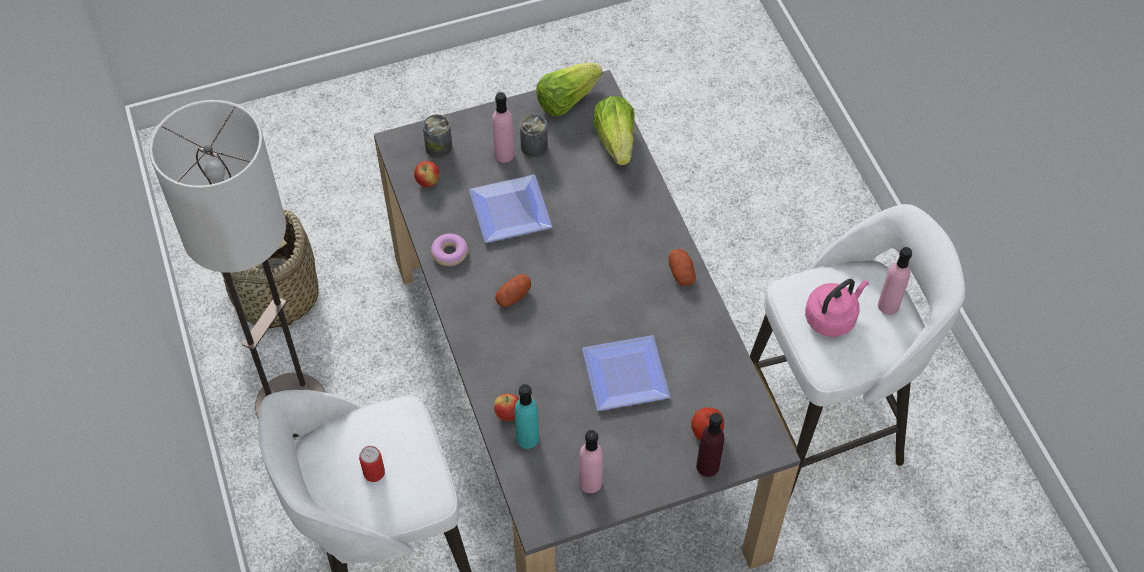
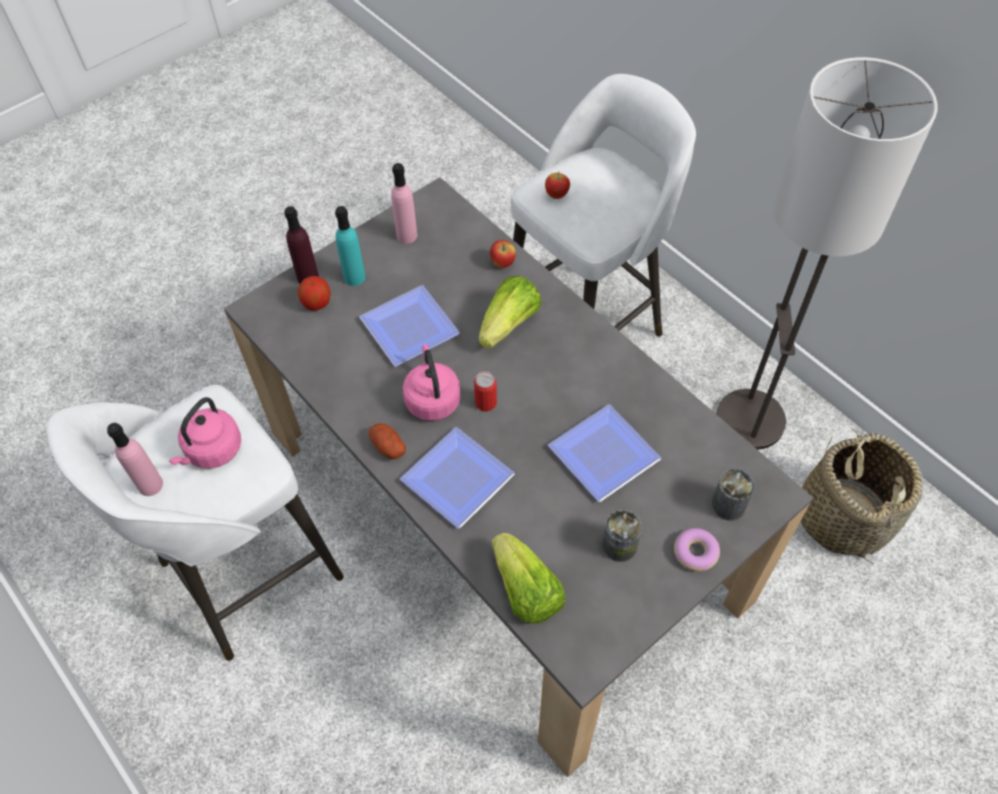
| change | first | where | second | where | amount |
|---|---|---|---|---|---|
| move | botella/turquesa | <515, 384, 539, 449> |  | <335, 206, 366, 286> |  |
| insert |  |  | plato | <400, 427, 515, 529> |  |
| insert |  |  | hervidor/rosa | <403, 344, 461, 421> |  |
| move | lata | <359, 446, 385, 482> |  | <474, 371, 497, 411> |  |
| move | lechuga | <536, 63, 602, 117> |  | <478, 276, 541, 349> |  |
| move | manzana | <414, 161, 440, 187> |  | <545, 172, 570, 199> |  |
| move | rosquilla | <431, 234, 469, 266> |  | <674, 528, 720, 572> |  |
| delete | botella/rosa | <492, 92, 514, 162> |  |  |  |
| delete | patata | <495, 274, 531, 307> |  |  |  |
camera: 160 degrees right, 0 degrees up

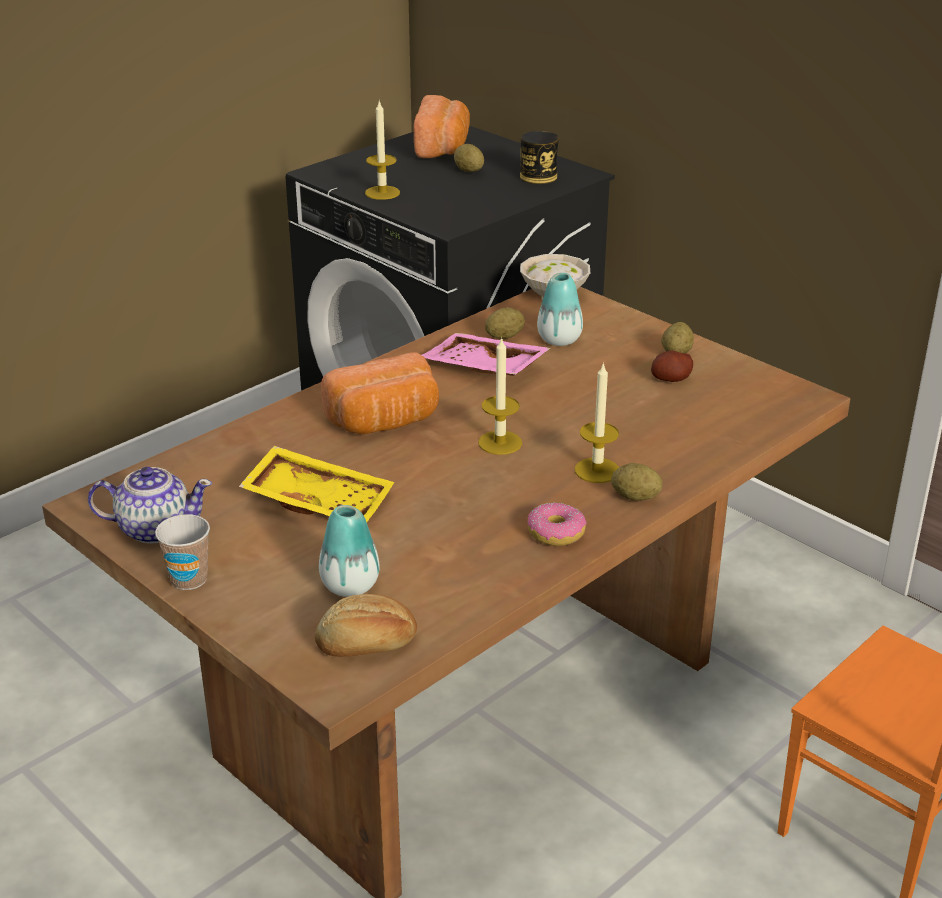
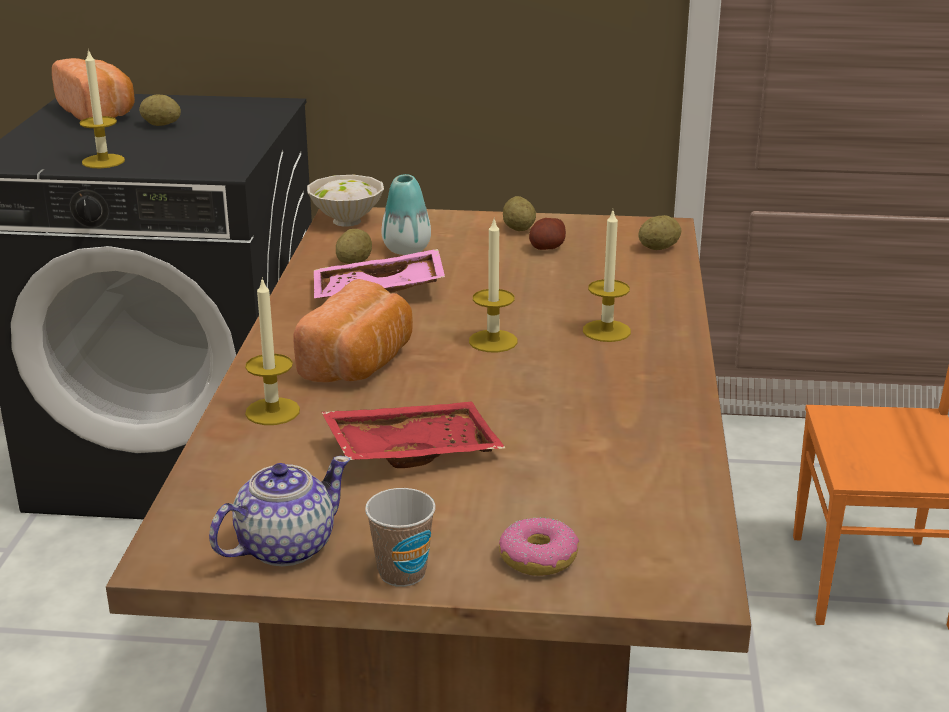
| change | first | where | second | where | amount |
|---|---|---|---|---|---|
| insert |  |  | vela | <245, 277, 300, 425> |  |
| recolor | bandeja/amarillo | <239, 446, 395, 522> | bandeja/rojo | <322, 402, 505, 468> |  |
| move | rosquilla | <528, 502, 587, 546> |  | <499, 518, 579, 576> |  |
| move | patata | <611, 463, 663, 501> |  | <638, 215, 681, 250> |  |
| delete | pan | <315, 594, 417, 657> |  |  |  |
| delete | florero | <319, 505, 380, 597> |  |  |  |
| delete | lata | <520, 131, 559, 184> |  |  |  |
camera: 40 degrees left, 5 degrees down

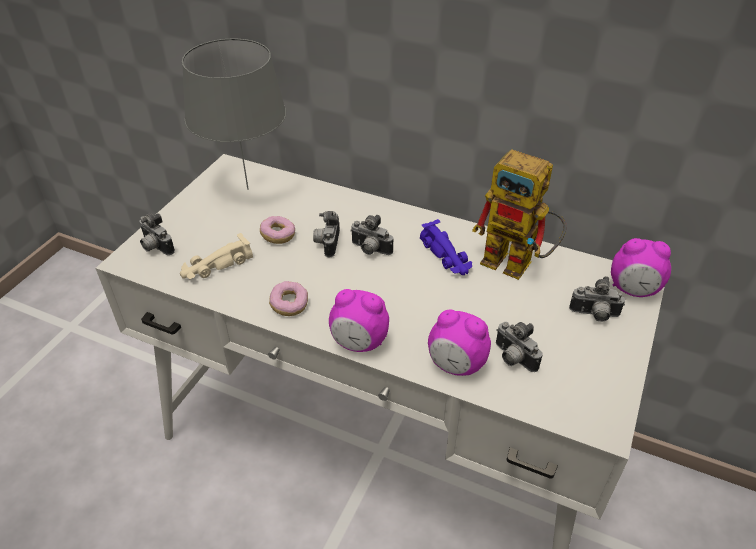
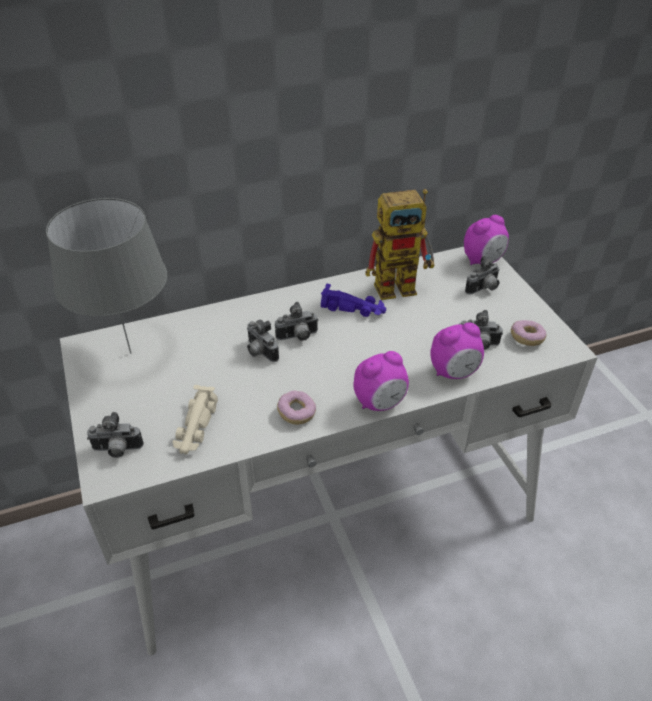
| change | first | where | second | where | amount |
|---|---|---|---|---|---|
| move | rosquilla | <260, 216, 295, 244> |  | <511, 320, 547, 346> |  |
camera: 45 degrees left, 0 degrees up

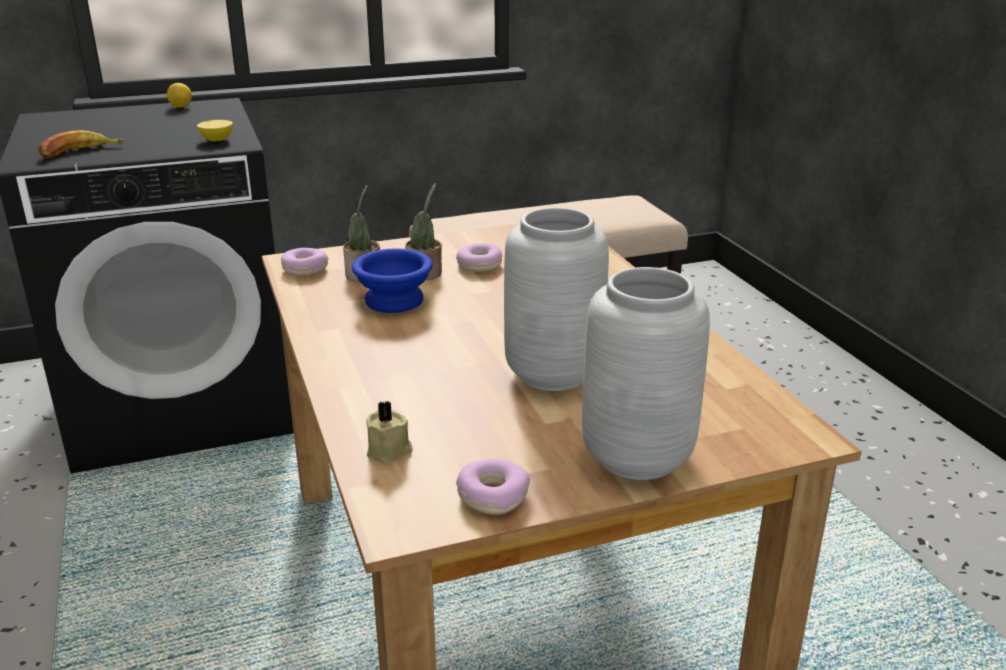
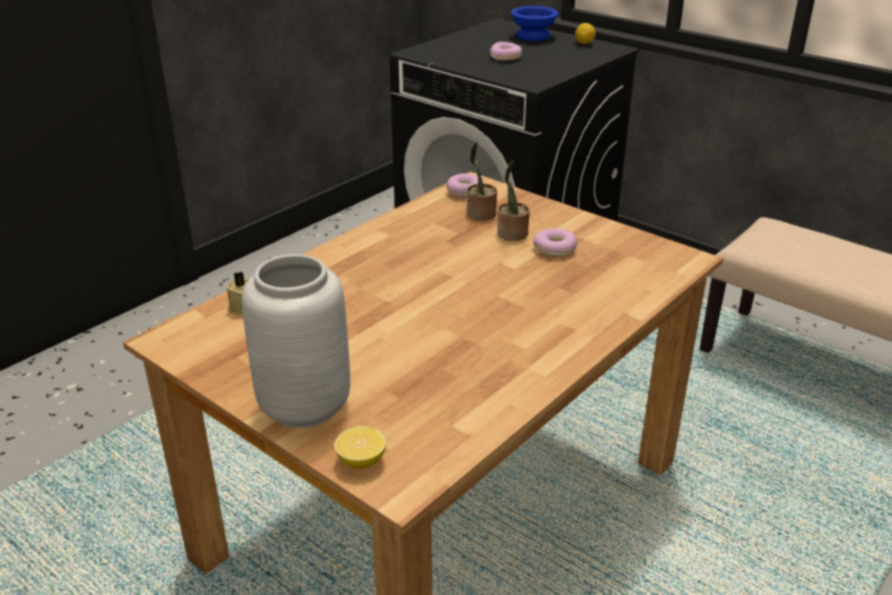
| change | first | where | second | where | amount |
|---|---|---|---|---|---|
| move | limón | <197, 120, 233, 141> |  | <334, 426, 386, 469> |  |
| move | rosquilla | <456, 459, 530, 515> |  | <490, 42, 522, 61> |  |
| move | cuenco/azul | <352, 248, 433, 313> |  | <511, 6, 558, 41> |  |
| delete | plátano | <37, 130, 125, 159> |  |  |  |
| delete | florero/gris | <504, 207, 609, 391> |  |  |  |
camera: 60 degrees right, 5 degrees up

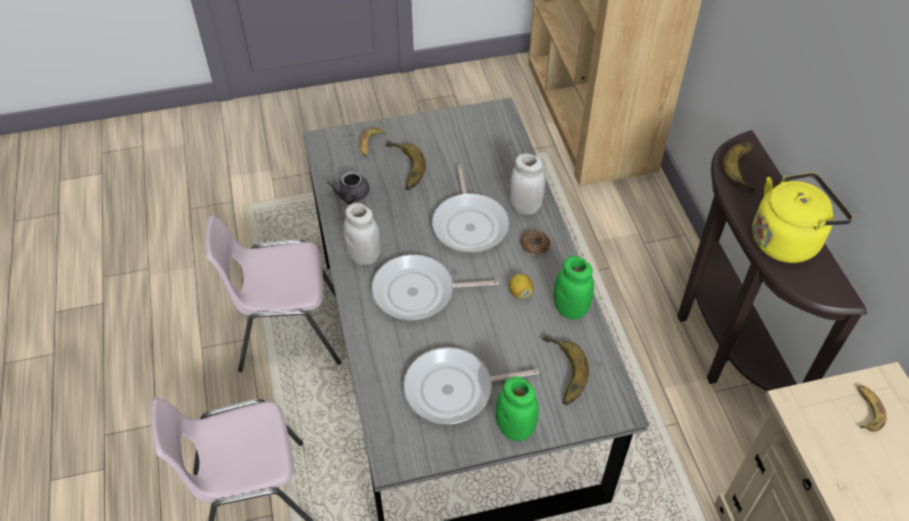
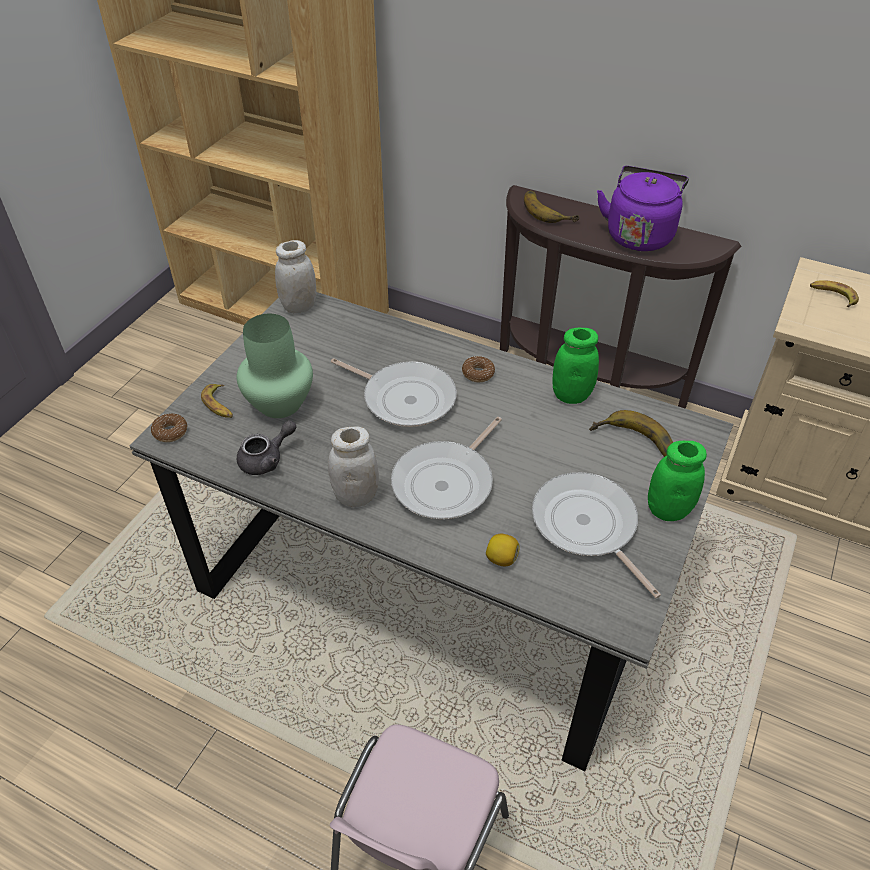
| change | first | where | second | where | amount |
|---|---|---|---|---|---|
| insert |  |  | rosquilla | <151, 413, 188, 442> |  |
| replace | plátano | <385, 141, 426, 190> | florero/verde | <237, 314, 313, 418> |  |
| rotate | tetera/gris | <327, 171, 369, 204> |  | <237, 420, 296, 475> | 75 degrees counterclockwise |
| move | tarro/blanco | <509, 153, 546, 215> |  | <275, 240, 317, 313> |  |
| move | limón | <509, 274, 534, 299> |  | <486, 534, 520, 566> |  |
| rotate | sartén | <403, 347, 539, 424> |  | <532, 472, 661, 599> | 120 degrees clockwise |
| recolor | hervidor/amarillo | <752, 172, 853, 263> | hervidor/morado | <597, 166, 689, 251> |  |
| delete | silla/rosa | <206, 215, 342, 372> |  |  |  |
camera: 50 degrees left, 5 degrees down

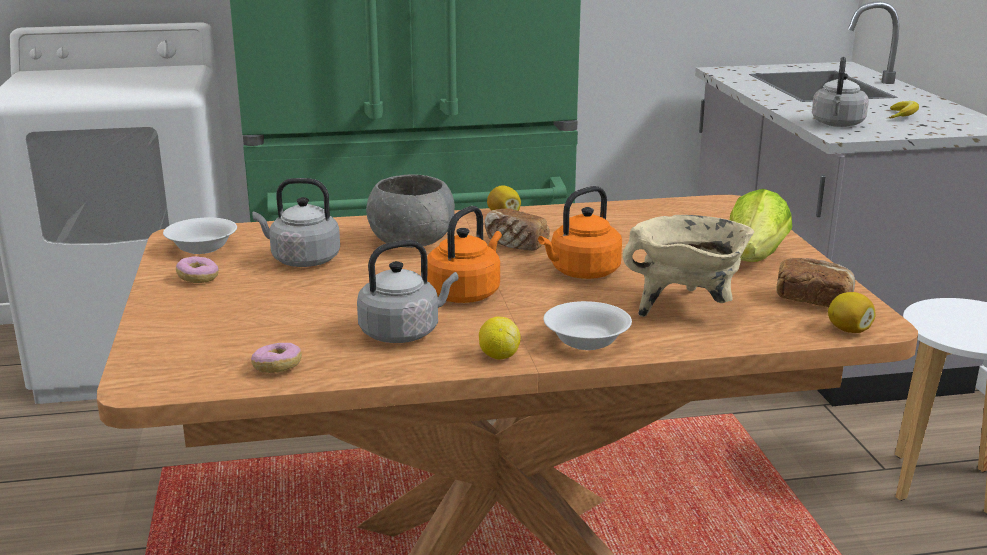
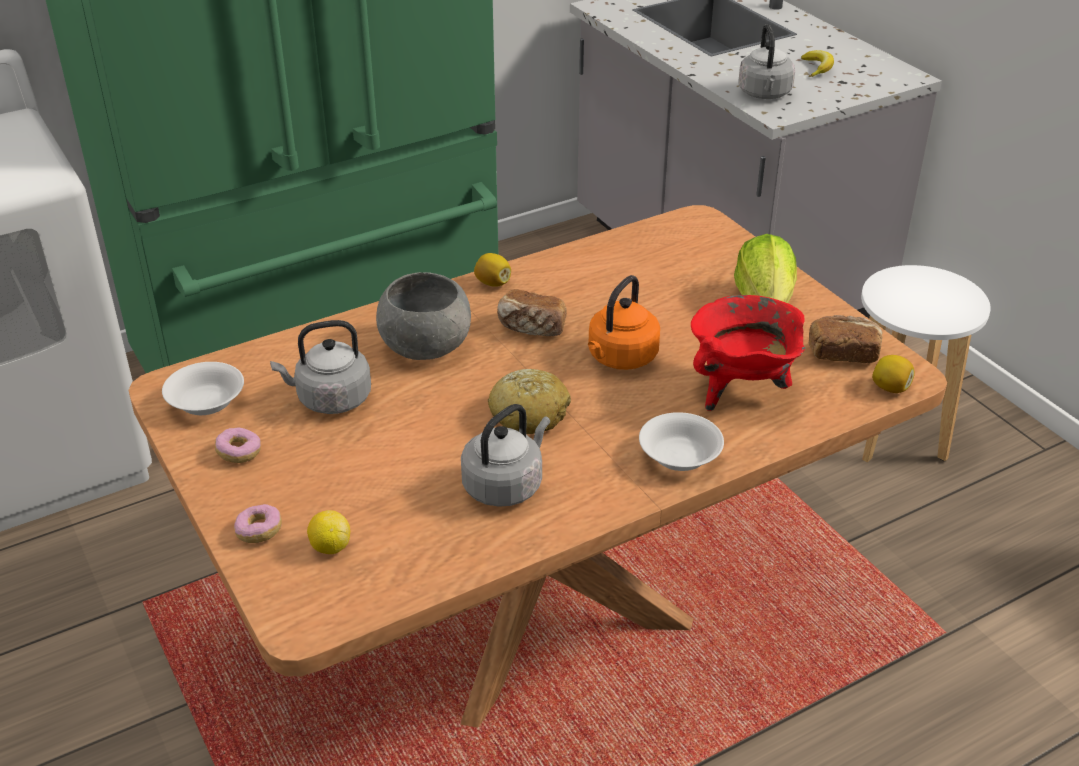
| change | first | where | second | where | amount |
|---|---|---|---|---|---|
| move | rosquilla | <251, 343, 302, 373> |  | <234, 504, 282, 543> |  |
| move | limón | <479, 317, 521, 359> |  | <307, 510, 350, 554> |  |
| replace | hervidor/naranja | <427, 206, 502, 303> | pan | <488, 369, 571, 434> |  |
| recolor | olla/beis | <623, 215, 754, 317> | olla/rojo | <691, 295, 805, 411> |  |
camera: 20 degrees left, 15 degrees up

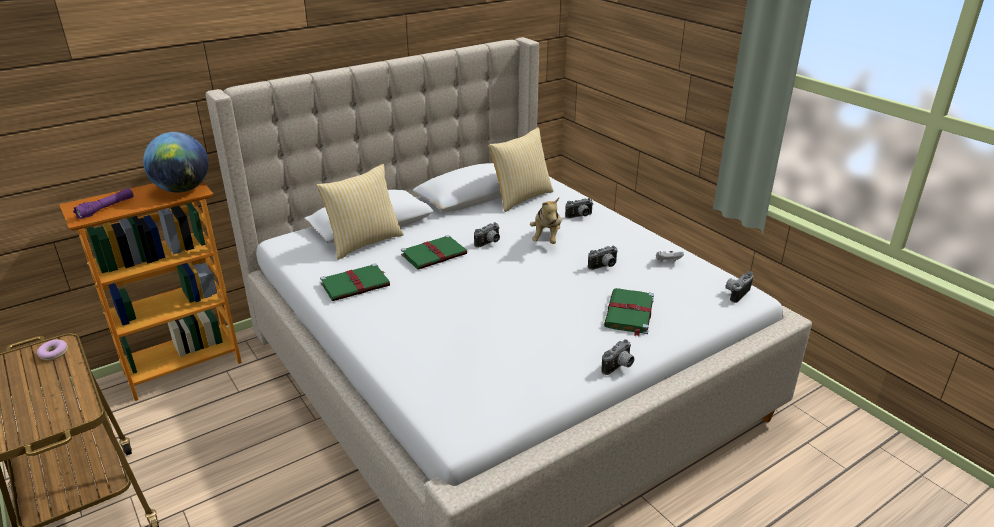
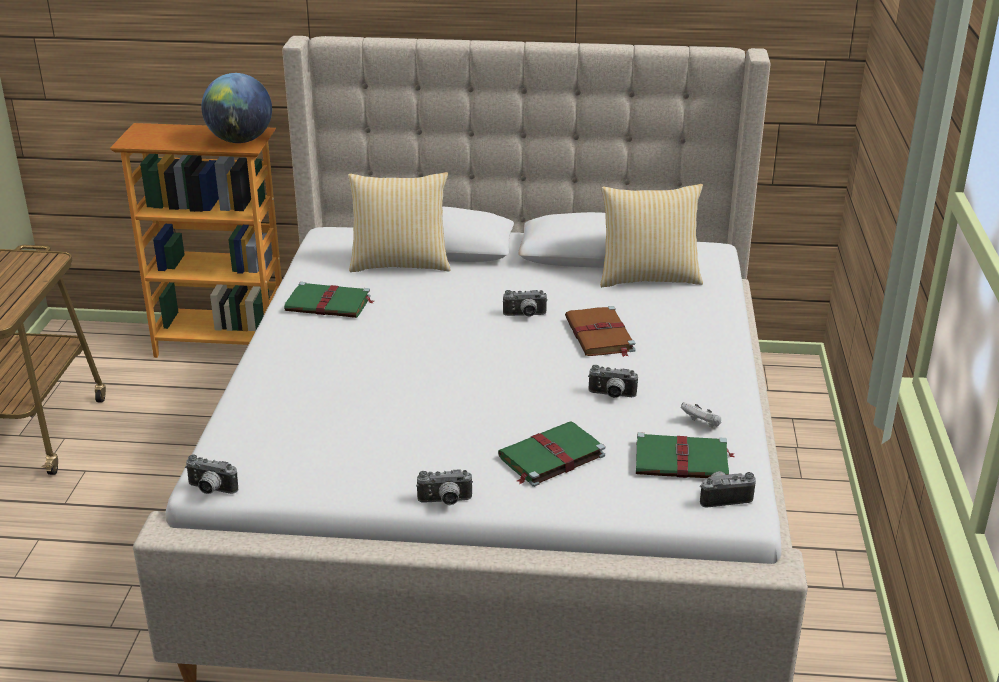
| change | first | where | second | where | amount |
|---|---|---|---|---|---|
| move | cámara | <565, 198, 593, 218> |  | <185, 455, 238, 494> |  |
| replace | peluche | <530, 198, 561, 244> | libro/marrón | <565, 306, 636, 357> |  |
| move | libro/verde | <401, 235, 467, 269> |  | <636, 432, 735, 478> |  |
| delete | rosquilla | <37, 340, 68, 360> |  |  |  |
| delete | linterna/morado | <73, 188, 134, 219> |  |  |  |
camera: 40 degrees right, 0 degrees up

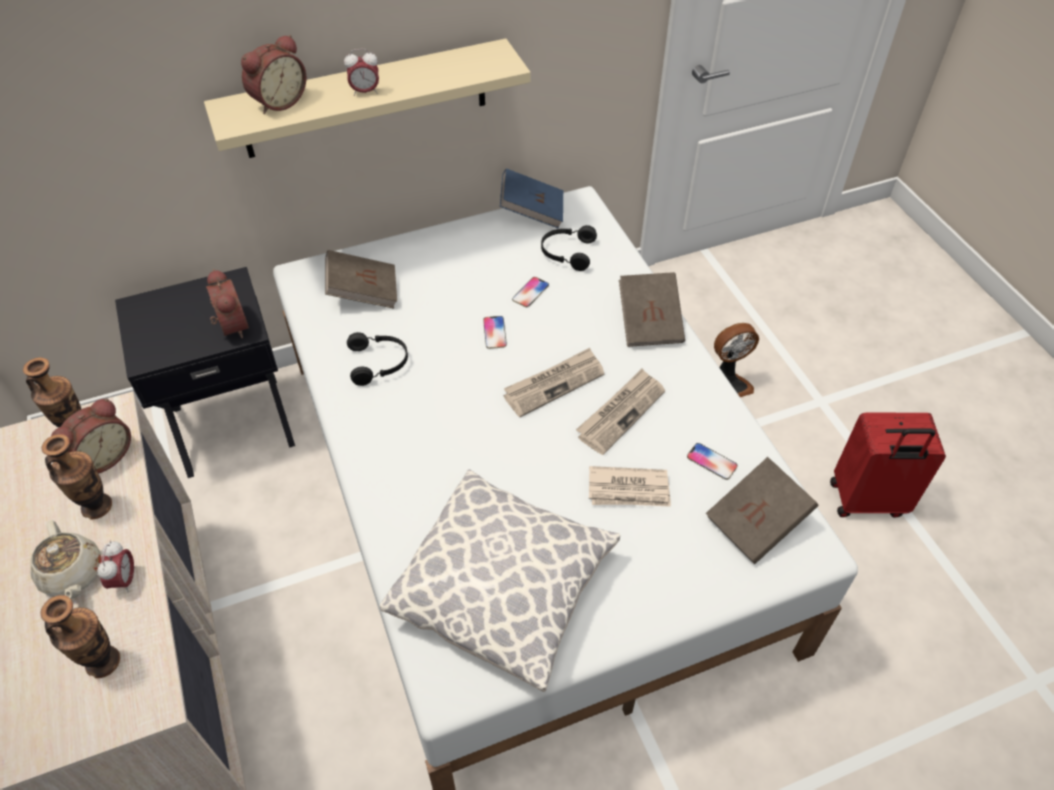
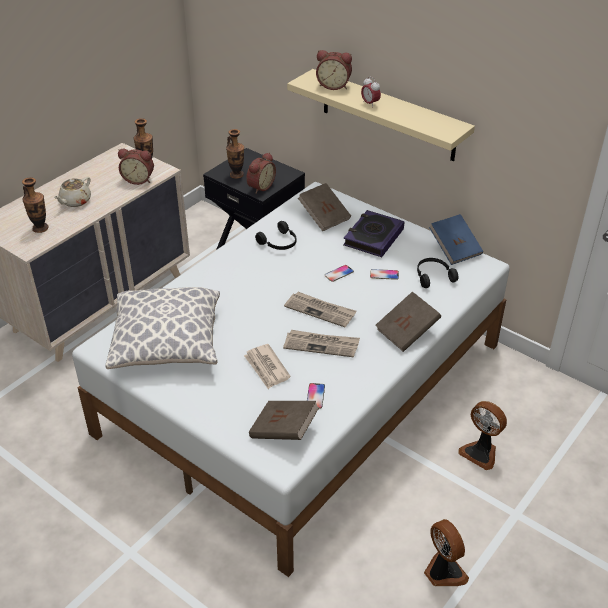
| change | first | where | second | where | amount |
|---|---|---|---|---|---|
| move | florero | <41, 434, 112, 519> |  | <226, 129, 244, 179> |  |
| insert |  |  | libro | <343, 210, 404, 257> |  |
| replace | maleta/rojo | <830, 413, 946, 518> | ventilador | <424, 519, 469, 586> |  |
| delete | despertador | <97, 541, 135, 593> |  |  |  |
camera: 60 degrees right, 10 degrees down

